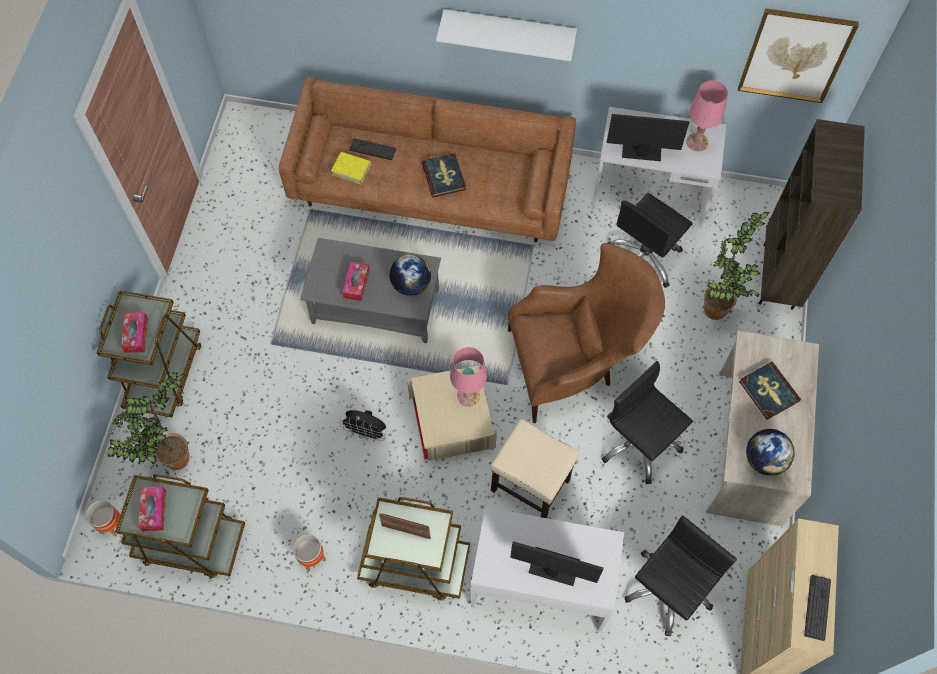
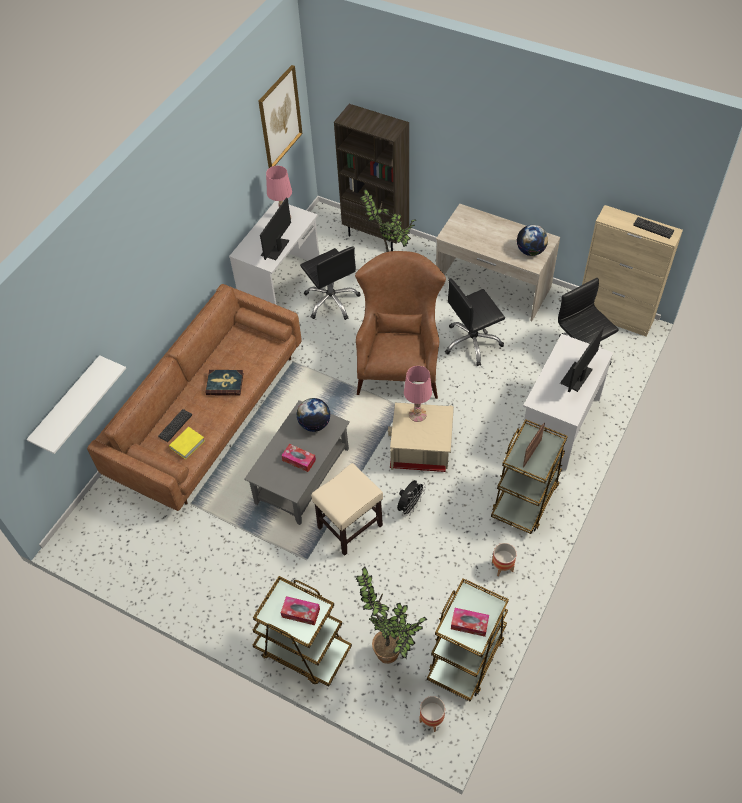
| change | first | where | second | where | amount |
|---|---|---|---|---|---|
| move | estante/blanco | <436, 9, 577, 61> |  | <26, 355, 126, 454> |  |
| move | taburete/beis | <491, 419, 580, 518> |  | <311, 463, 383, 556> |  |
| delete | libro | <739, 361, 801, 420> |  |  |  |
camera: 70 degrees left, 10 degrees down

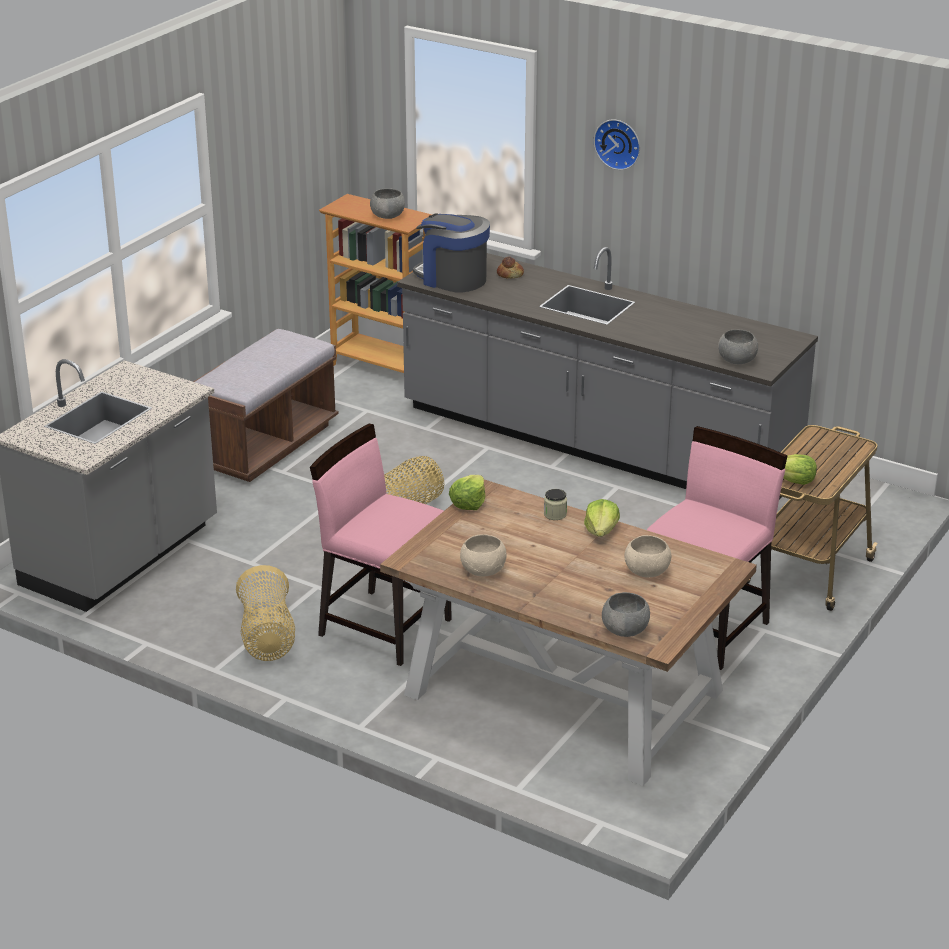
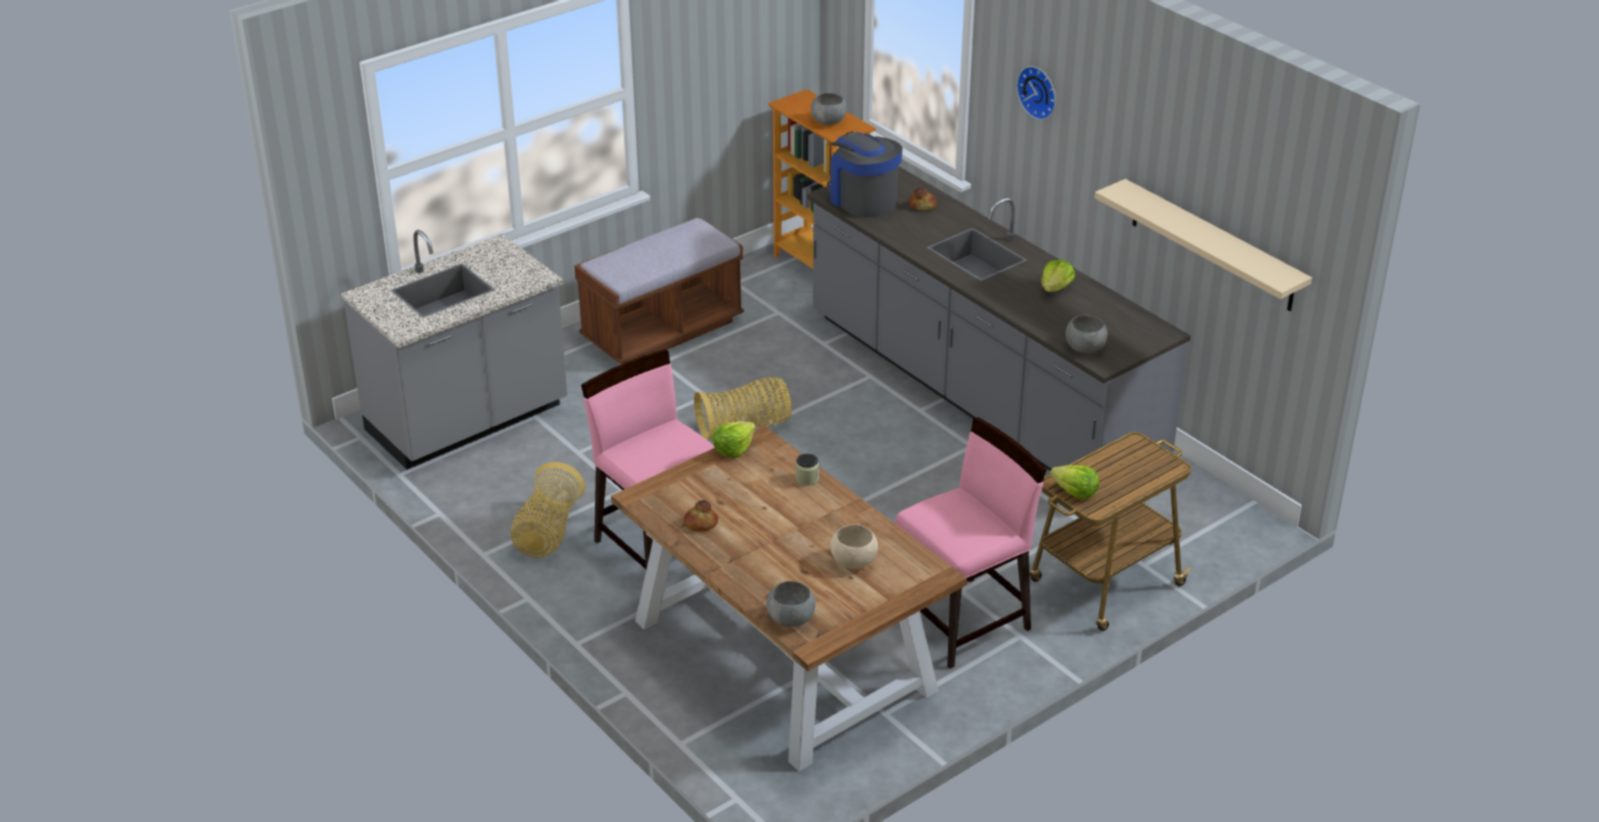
| change | first | where | second | where | amount |
|---|---|---|---|---|---|
| replace | cuenco/beis | <460, 534, 506, 576> | pan | <684, 500, 718, 531> |  |
| move | lechuga | <584, 499, 620, 537> |  | <1041, 260, 1075, 292> |  |
| insert |  |  | estante/beis | <1095, 179, 1312, 311> |  |
camera: 20 degrees right, 5 degrees up

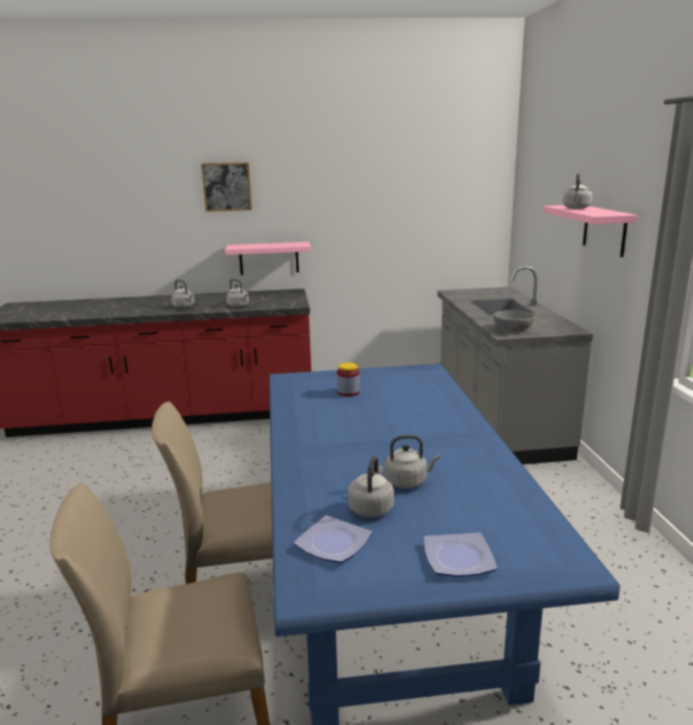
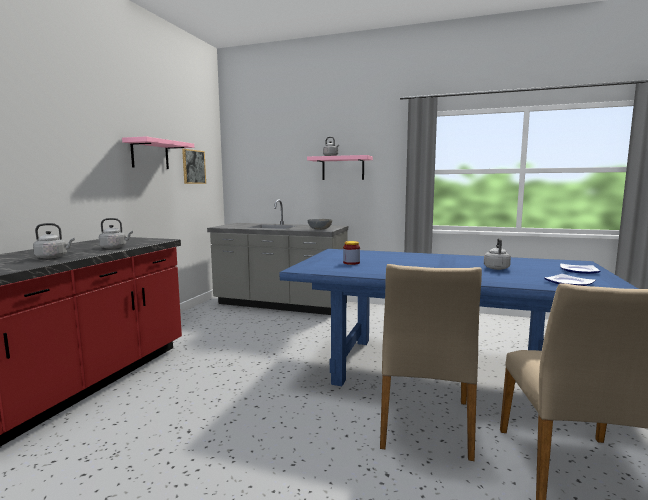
| change | first | where | second | where | amount |
|---|---|---|---|---|---|
| move | estante/rosa | <225, 242, 311, 275> |  | <122, 136, 194, 169> |  |
| move | cuadro | <201, 162, 252, 212> |  | <182, 149, 206, 184> |  |
| delete | hervidor/gris | <348, 456, 394, 517> |  |  |  |
camera: 65 degrees left, 10 degrees down

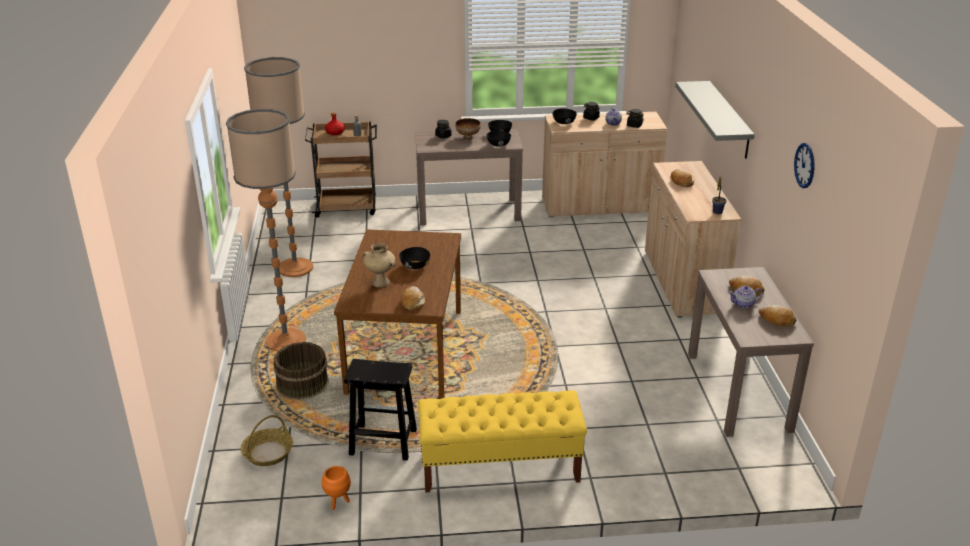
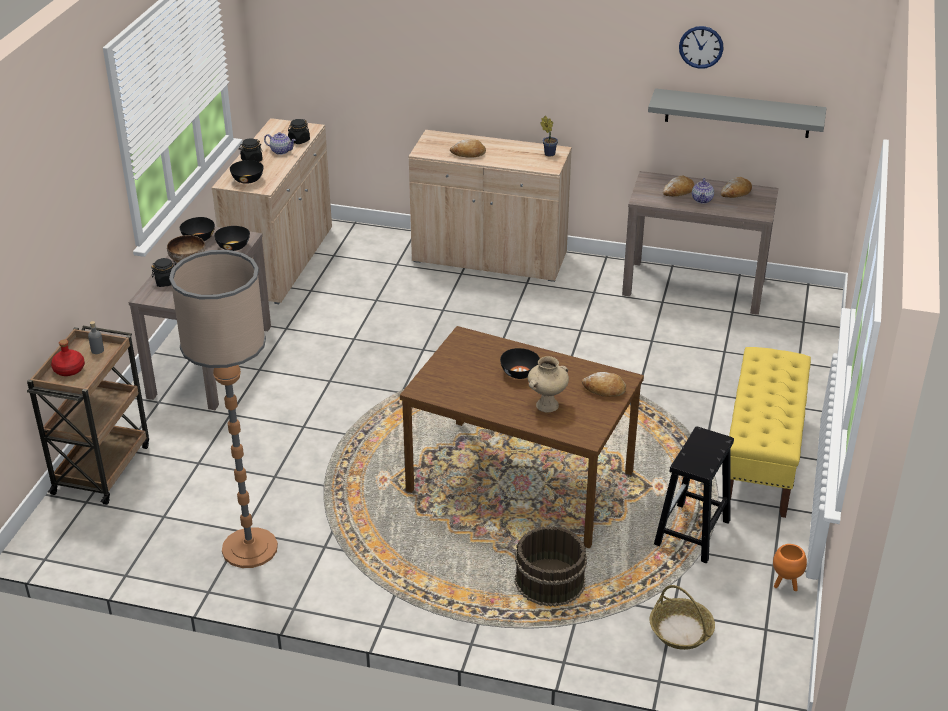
| change | first | where | second | where | amount |
|---|---|---|---|---|---|
| move | estante/gris | <675, 81, 755, 159> |  | <648, 88, 827, 138> |  |
| delete | lámpara de pie | <226, 109, 306, 352> |  |  |  |
camera: 70 degrees left, 5 degrees up

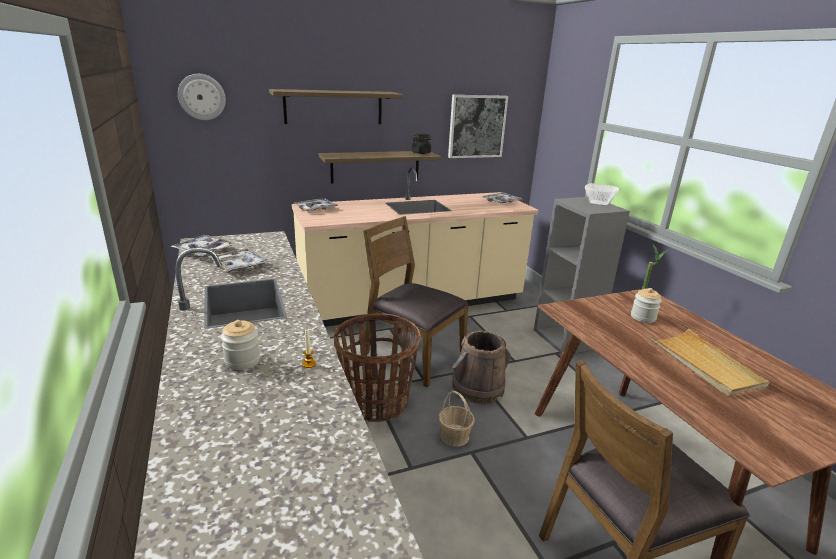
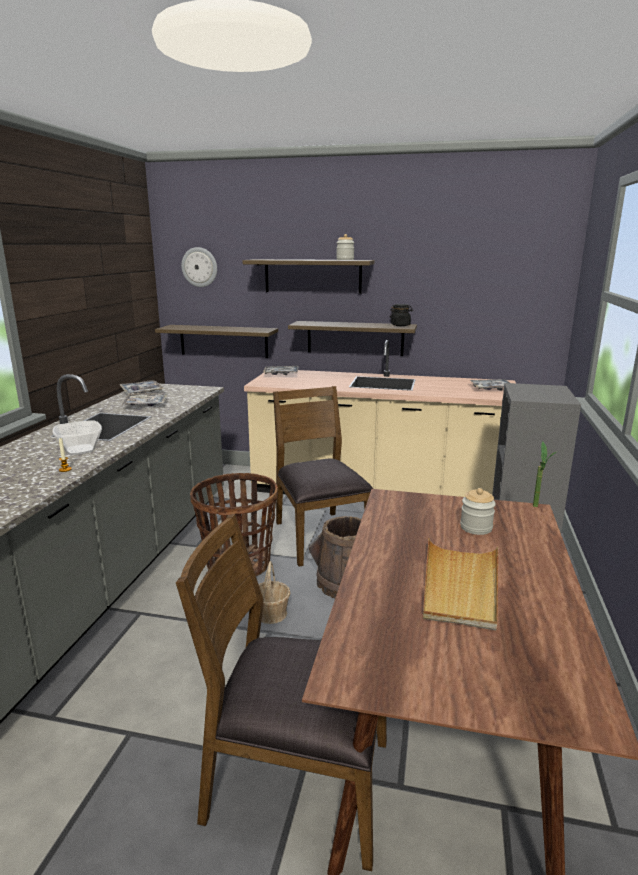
| change | first | where | second | where | amount |
|---|---|---|---|---|---|
| move | cuenco | <585, 183, 619, 206> |  | <53, 420, 102, 455> |  |
| insert |  |  | estante | <155, 325, 278, 358> |  |
| move | tarro | <221, 320, 260, 370> |  | <336, 234, 354, 260> |  |
| delete | cuadro | <448, 95, 508, 158> |  |  |  |
camera: 35 degrees right, 5 degrees down

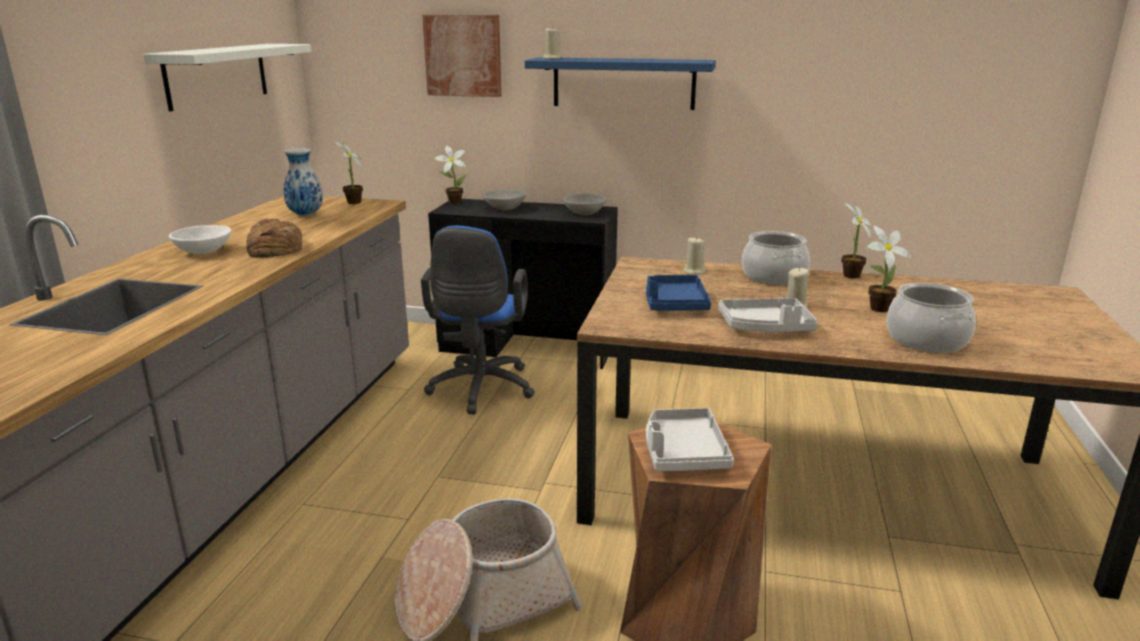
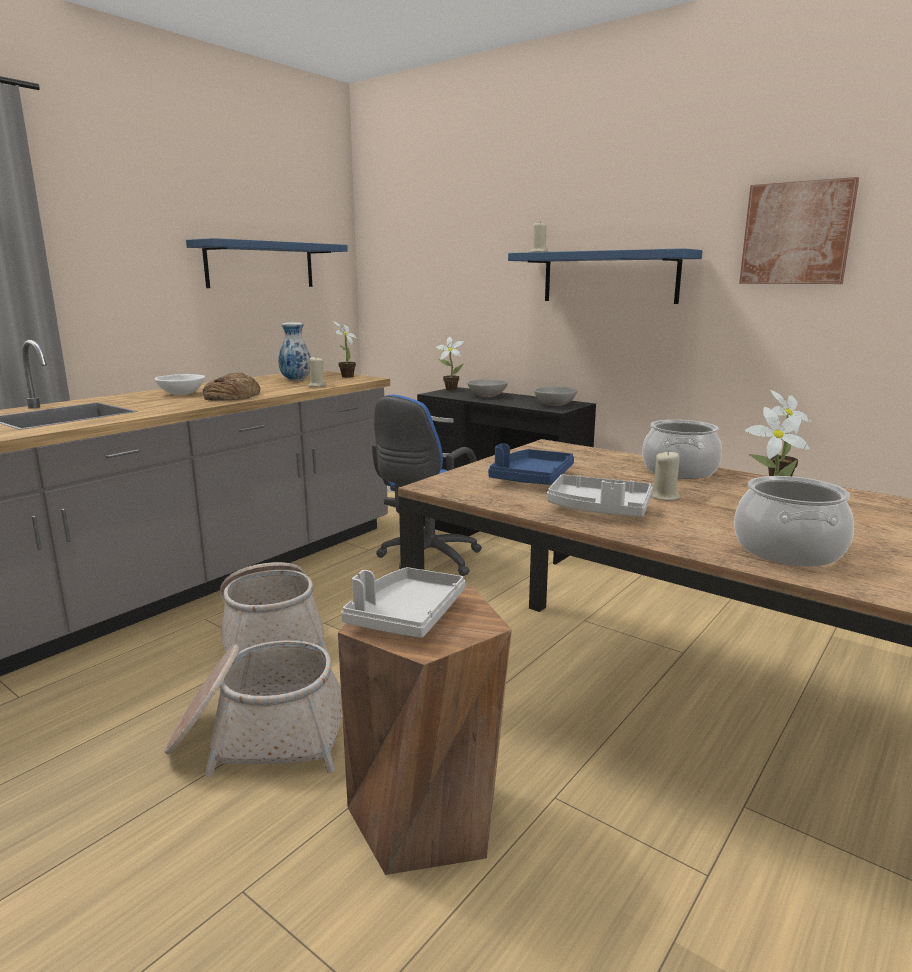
| change | first | where | second | where | amount |
|---|---|---|---|---|---|
| recolor | estante/blanco | <143, 44, 312, 111> | estante/azul | <186, 238, 348, 288> |  |
| insert |  |  | cesta | <220, 562, 329, 654> |  |
| move | vela/beis | <683, 236, 706, 275> |  | <308, 357, 326, 387> |  |
| move | cuadro | <423, 15, 502, 97> |  | <739, 177, 859, 284> |  |
camera: 25 degrees right, 5 degrees down

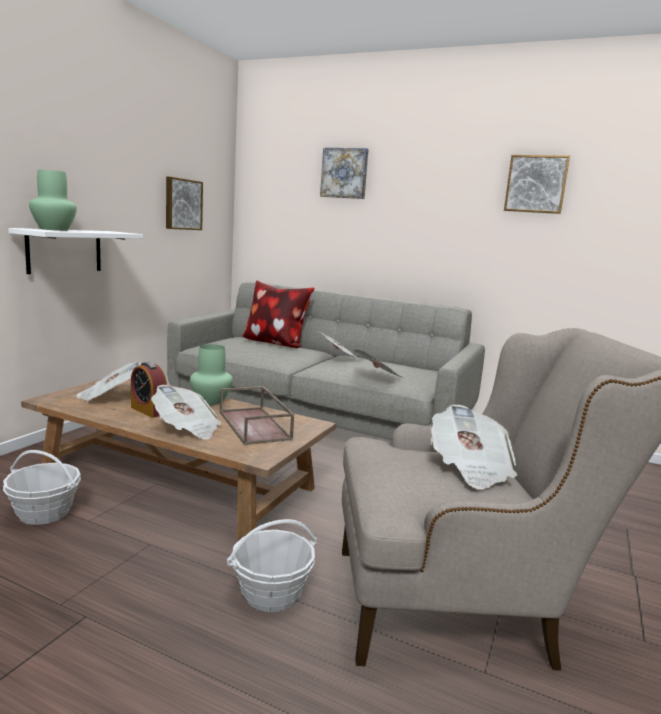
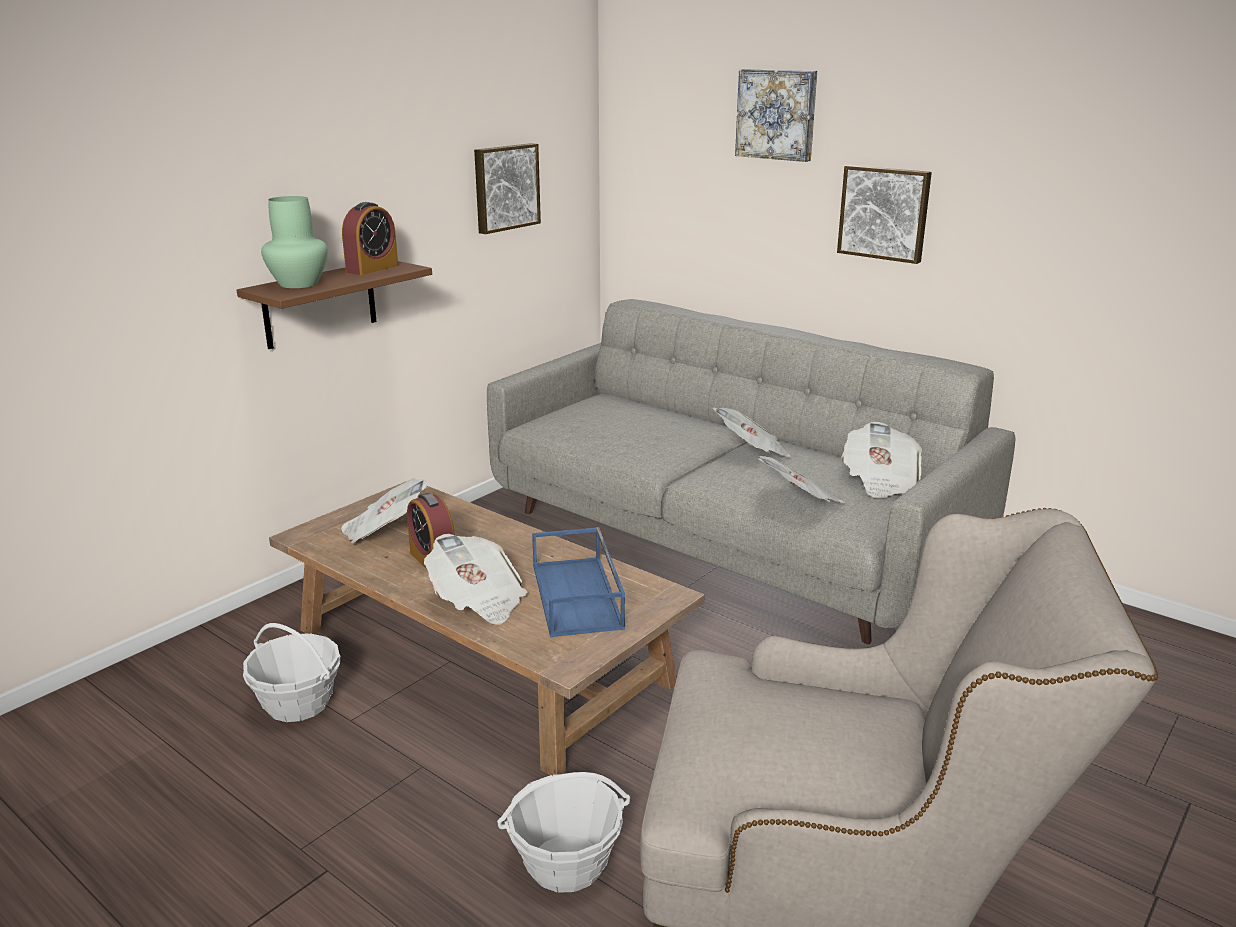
| change | first | where | second | where | amount |
|---|---|---|---|---|---|
| recolor | estante/blanco | <8, 228, 143, 274> | estante/marrón | <237, 261, 432, 349> |  |
| insert |  |  | despertador | <342, 202, 398, 275> |  |
| recolor | bandeja/marrón | <220, 386, 294, 445> | bandeja/azul | <532, 527, 625, 638> |  |
| move | cuadro | <504, 155, 570, 214> |  | <837, 165, 932, 264> |  |
| move | periódico | <430, 405, 517, 489> |  | <841, 422, 922, 498> |  |
| delete | florero/verde | <190, 344, 233, 405> |  |  |  |
| delete | cojín | <242, 280, 315, 348> |  |  |  |
camera: 15 degrees right, 10 degrees up

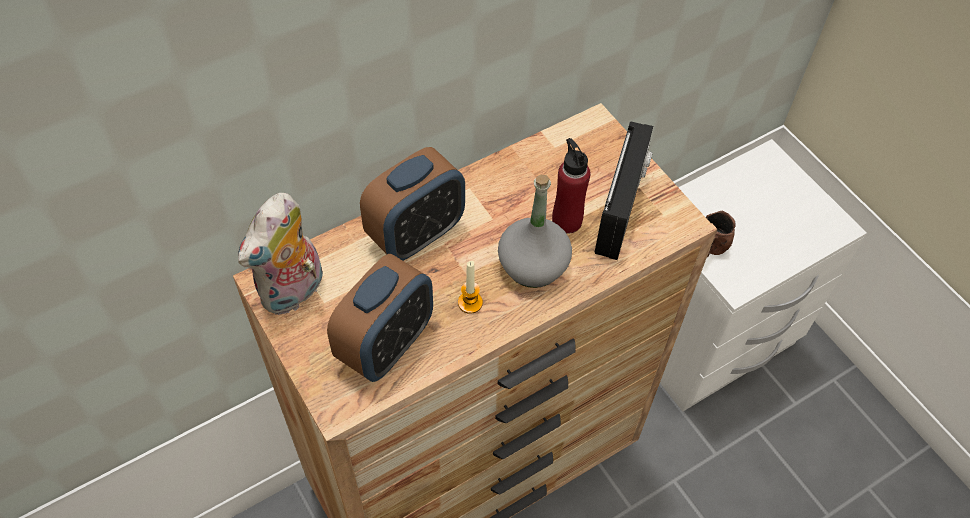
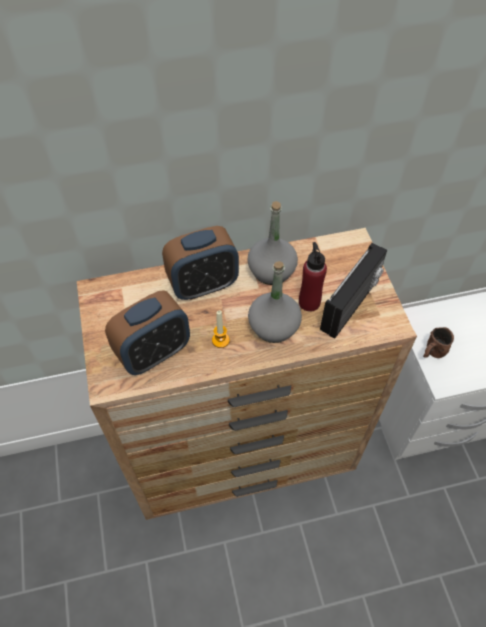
| change | first | where | second | where | amount |
|---|---|---|---|---|---|
| insert |  |  | botella/gris | <247, 201, 298, 285> |  |
| delete | peluche | <238, 193, 324, 315> |  |  |  |
camera: 20 degrees right, 0 degrees up

